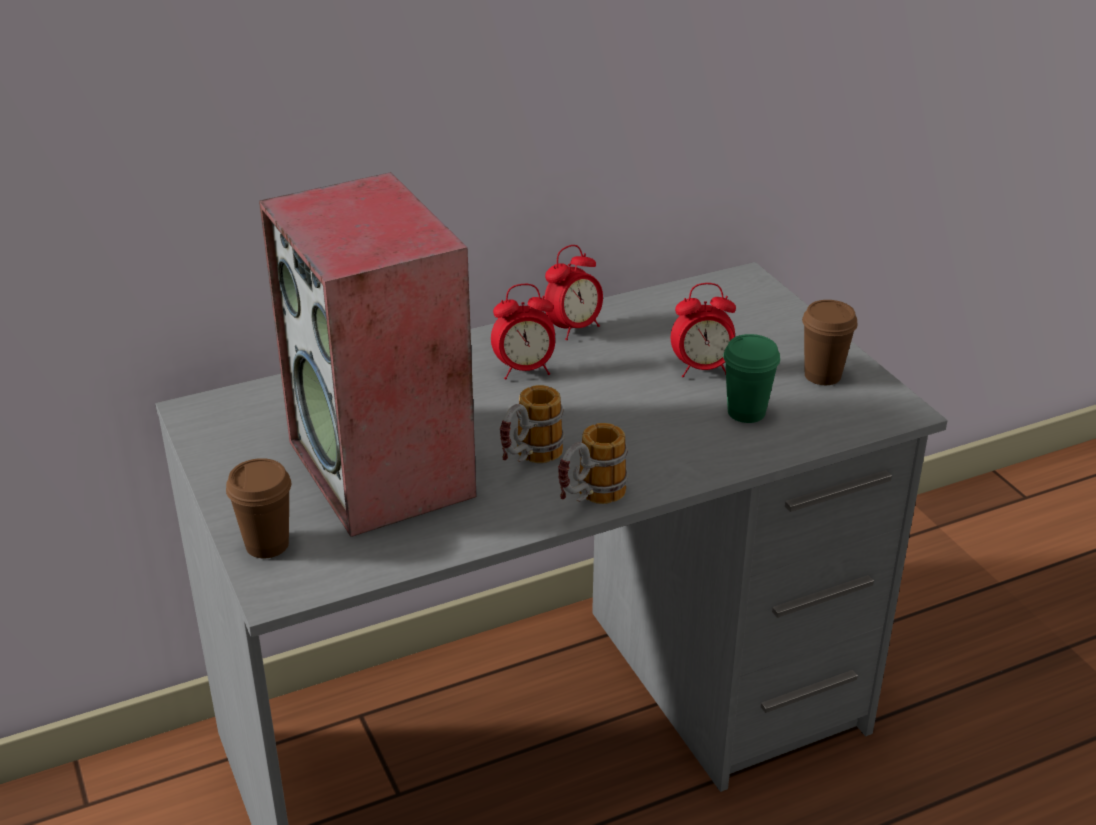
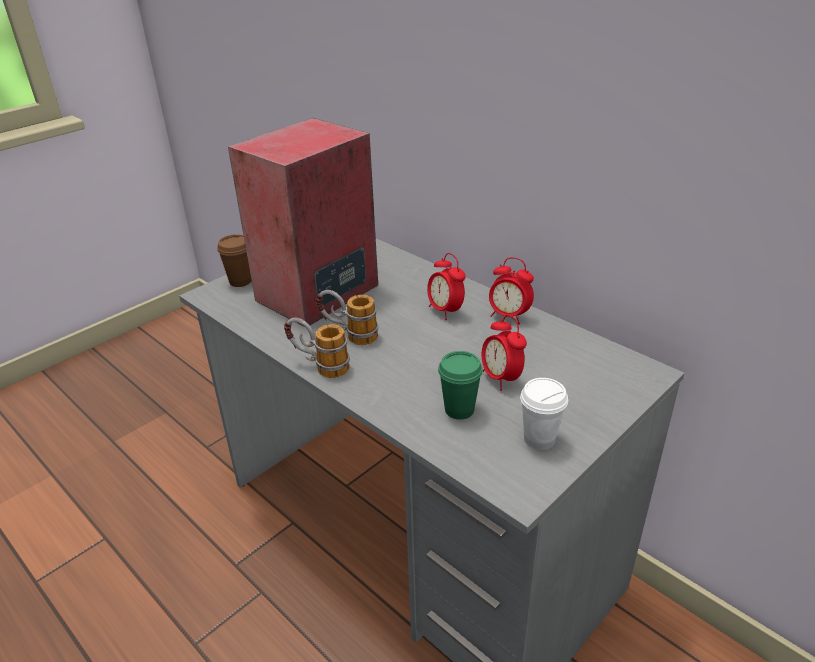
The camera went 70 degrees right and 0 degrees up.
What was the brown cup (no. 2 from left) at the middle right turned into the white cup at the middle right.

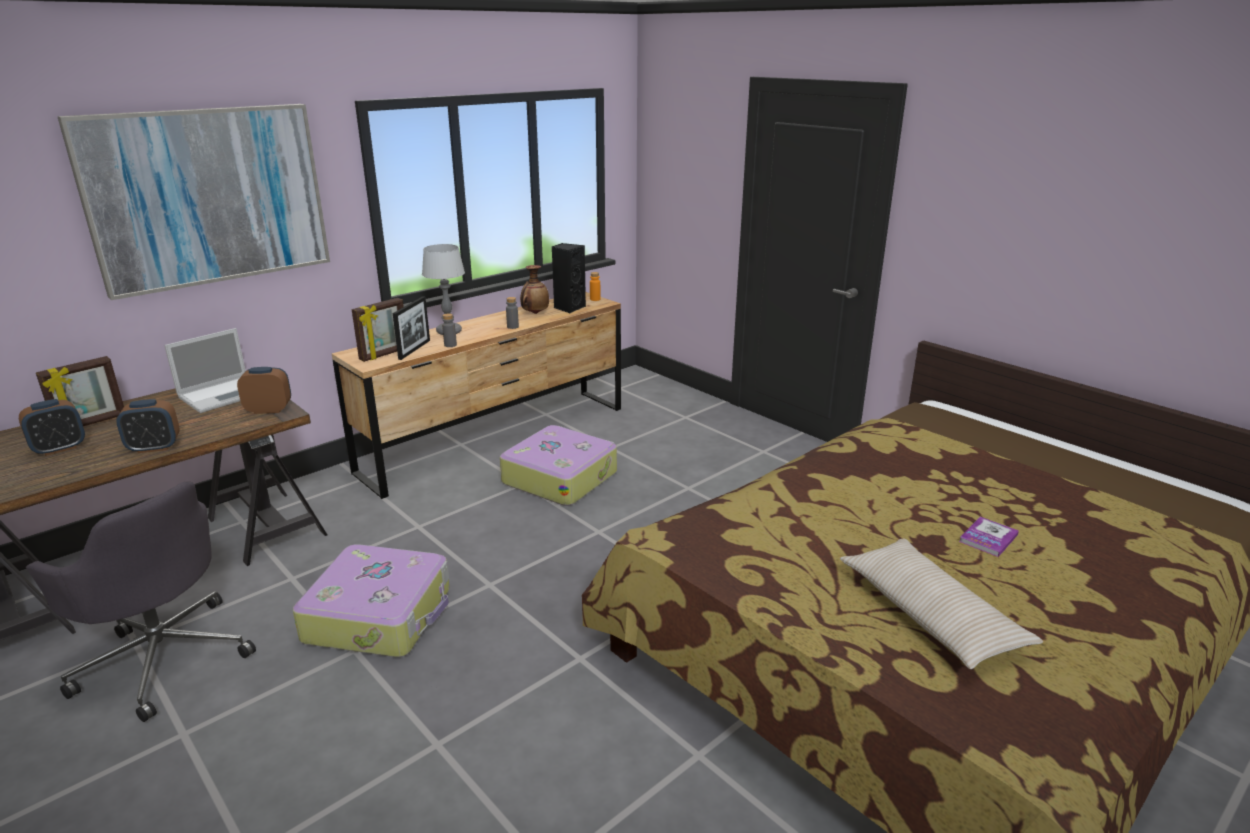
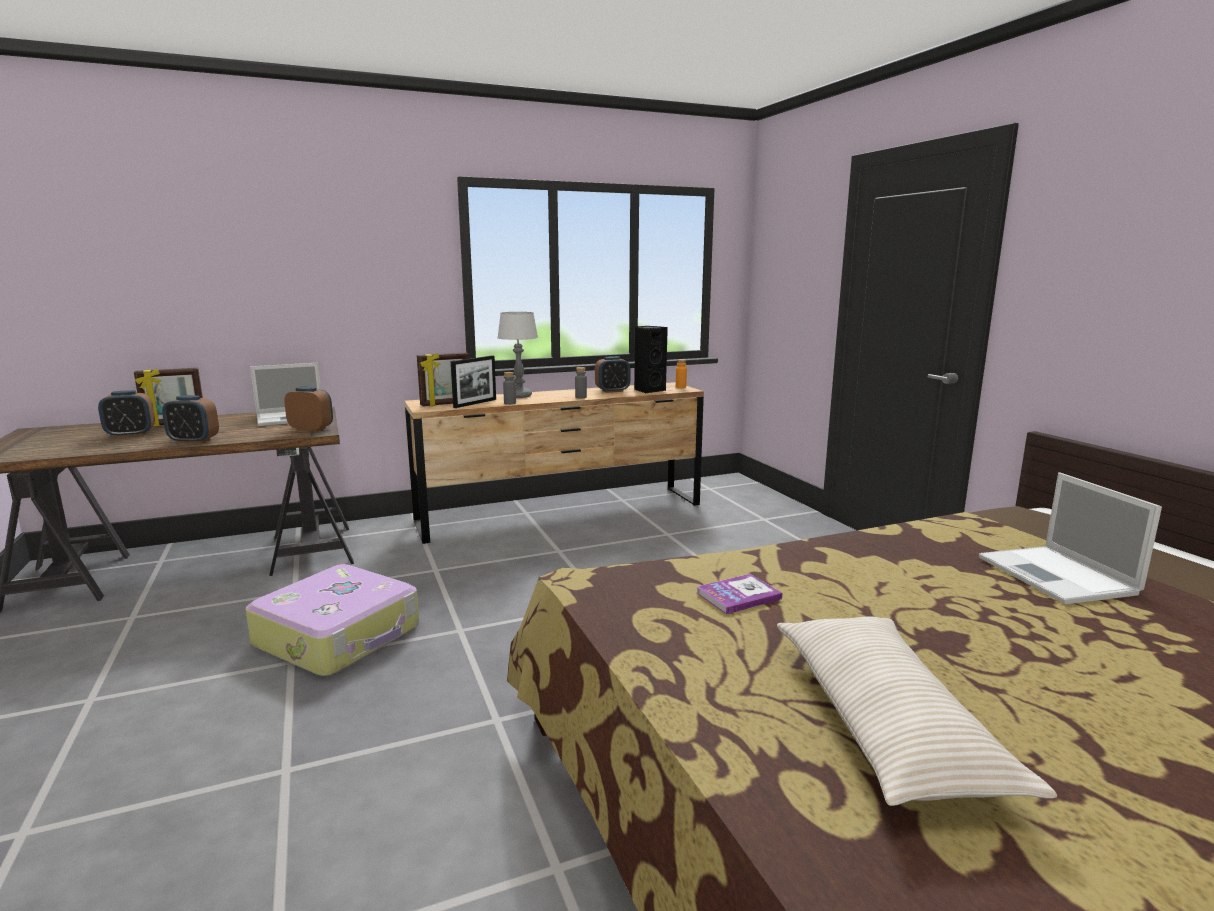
The camera went 20 degrees right and 10 degrees down.
The second view lost the grey office chair at the bottom left.
The second view lost the picture at the top left.
The second view lost the suitcase (no. 2 from left) at the centre.
Where the vase stood at the centre, the alarm clock (no. 4 from left) came to stand at the centre.
The book ended up elsewhere, having gone from the middle right to the centre.
The second view gained the laptop (no. 2 from left) at the middle right.

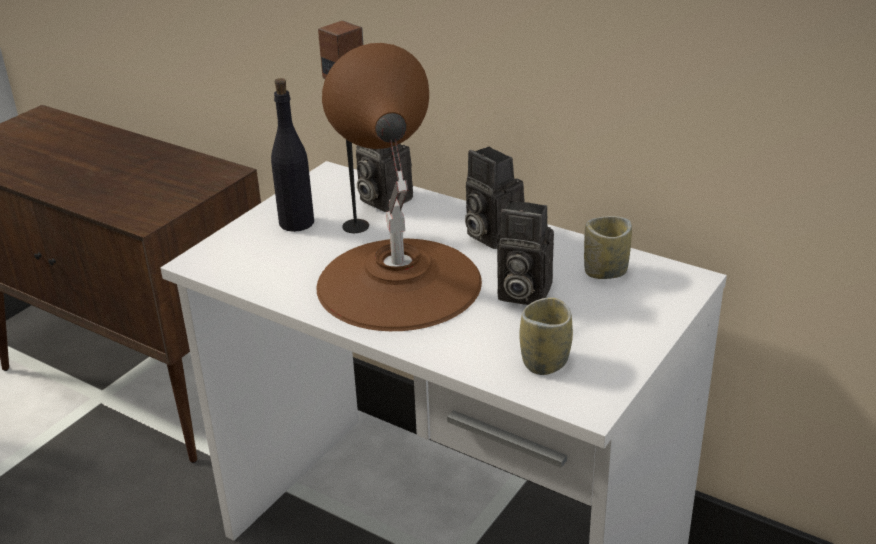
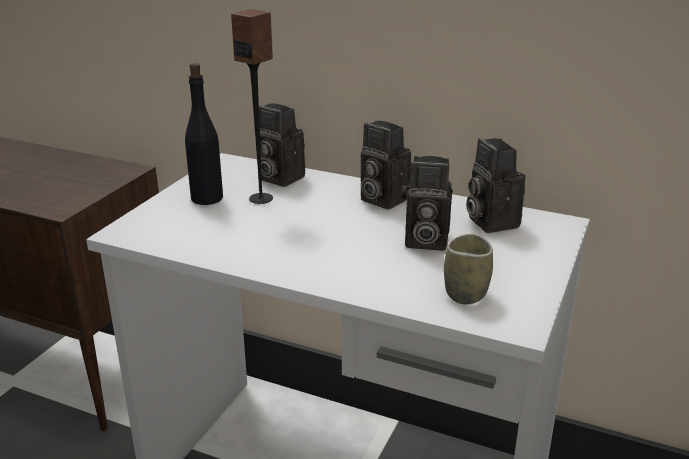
The camera went 10 degrees left and 5 degrees down.
The second view lost the brown table lamp at the centre.
Where the cup (no. 2 from left) stood at the middle right, the photo camera (no. 4 from left) came to stand at the middle right.

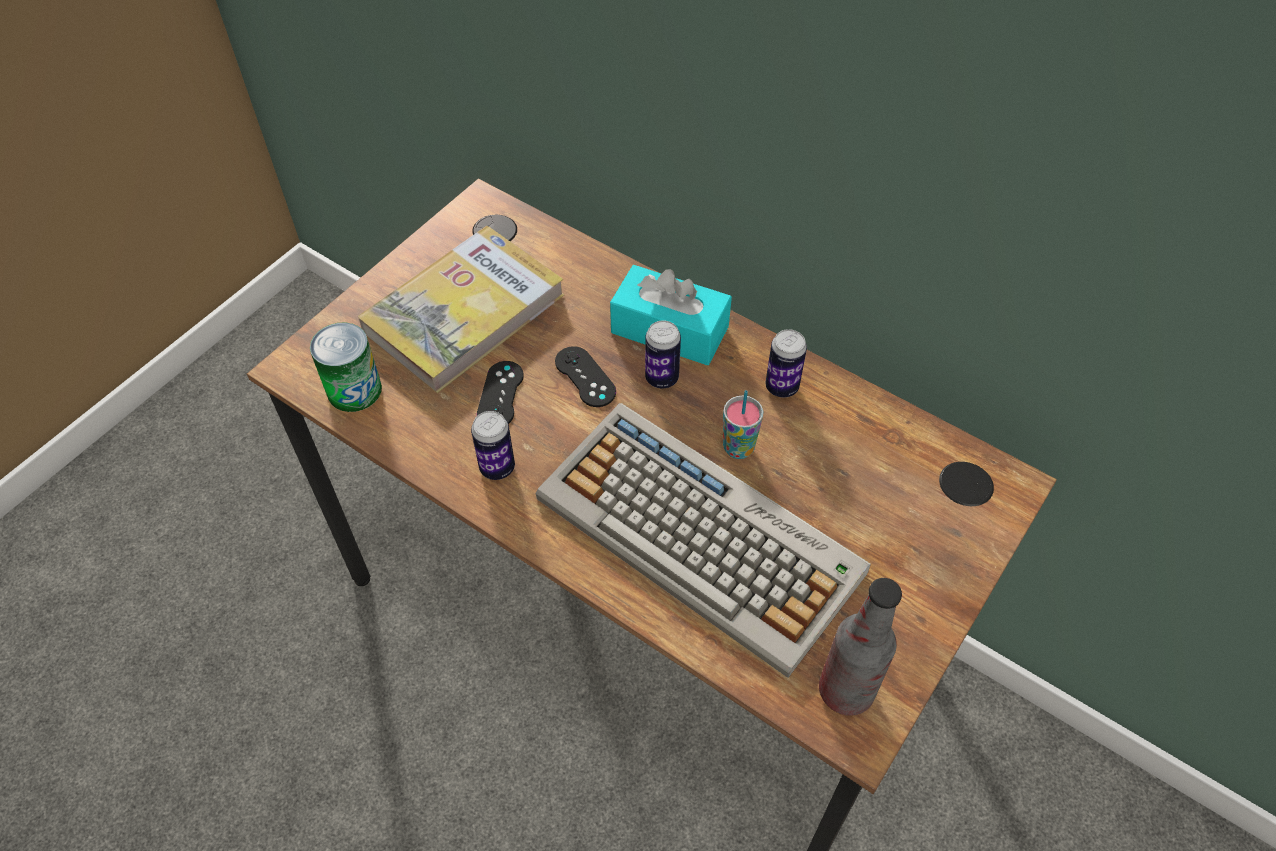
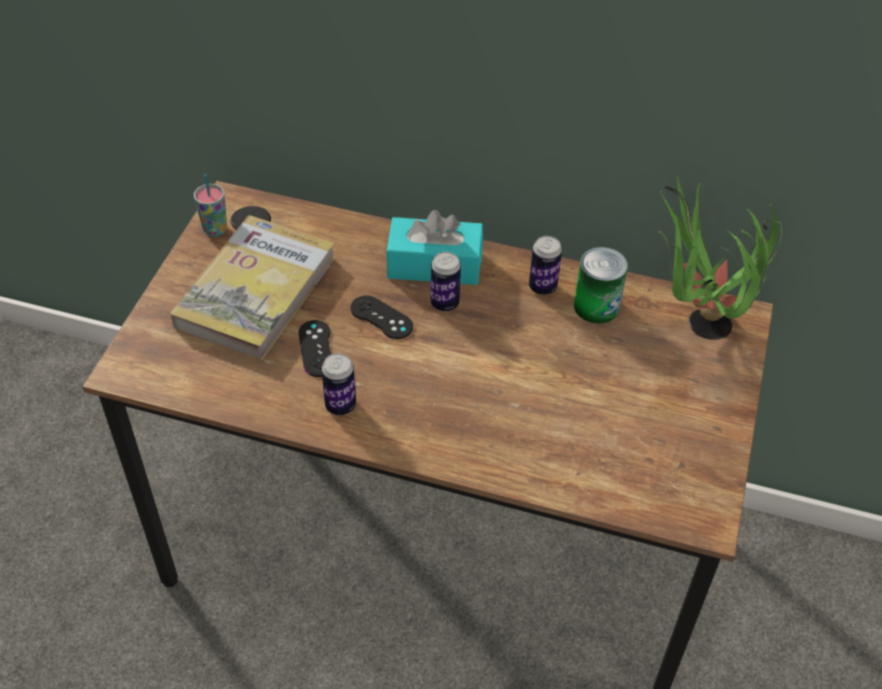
The camera went 20 degrees left and 5 degrees down.
The can (no. 1 from left in the first image) ended up elsewhere, having gone from the middle left to the middle right.
The second view lost the keyboard at the centre.
The cup ended up elsewhere, having gone from the centre to the top left.
The second view lost the bottle at the bottom right.
The second view gained the potted plant at the middle right.

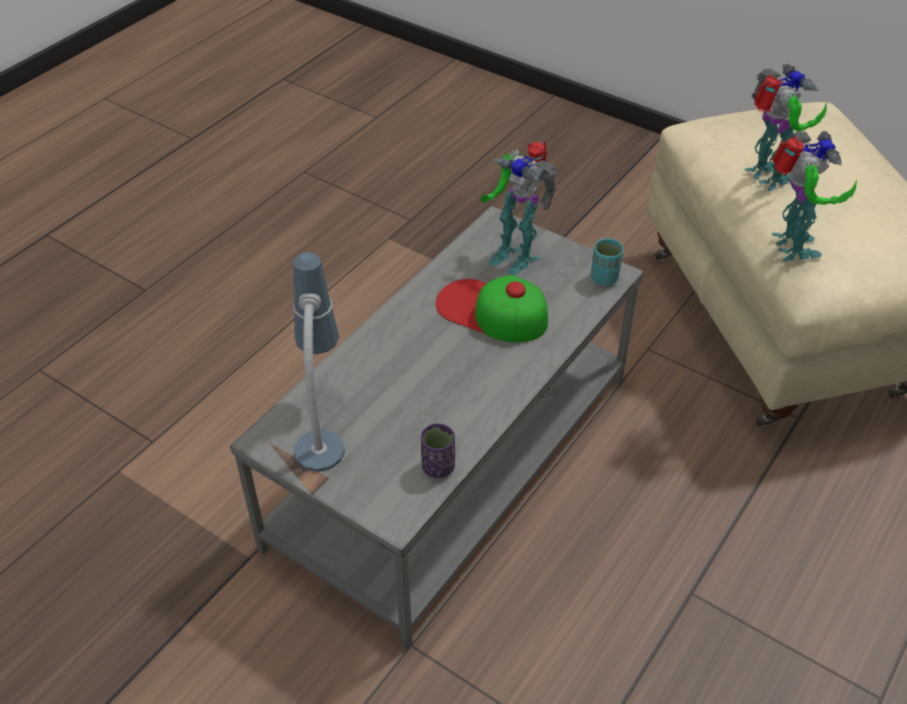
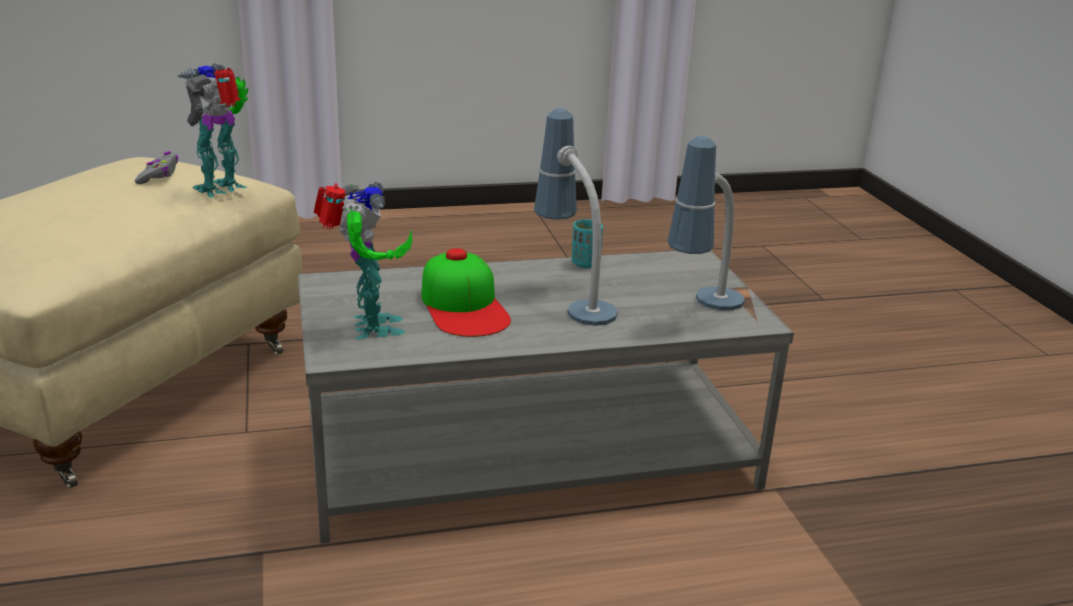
The camera went 140 degrees left and 20 degrees down.
The second view lost the purple cup at the centre.
The turquoise cup ended up elsewhere, having gone from the middle right to the centre.
The second view lost the toy robot (no. 2 from left) at the top right.
The second view gained the grey game controller at the top left.
The second view gained the table lamp (no. 1 from left) at the centre.

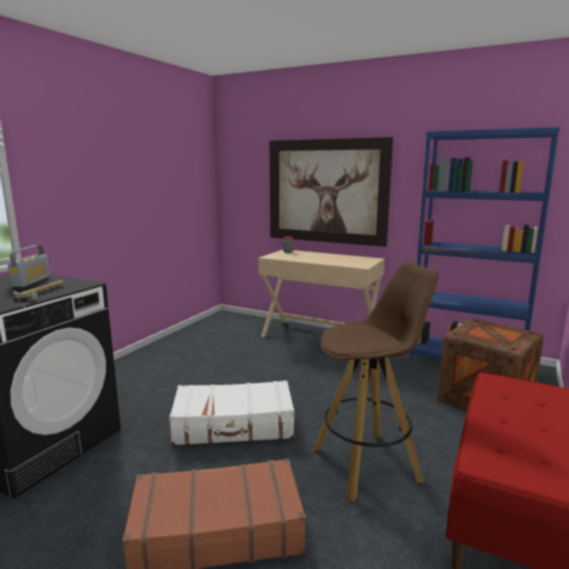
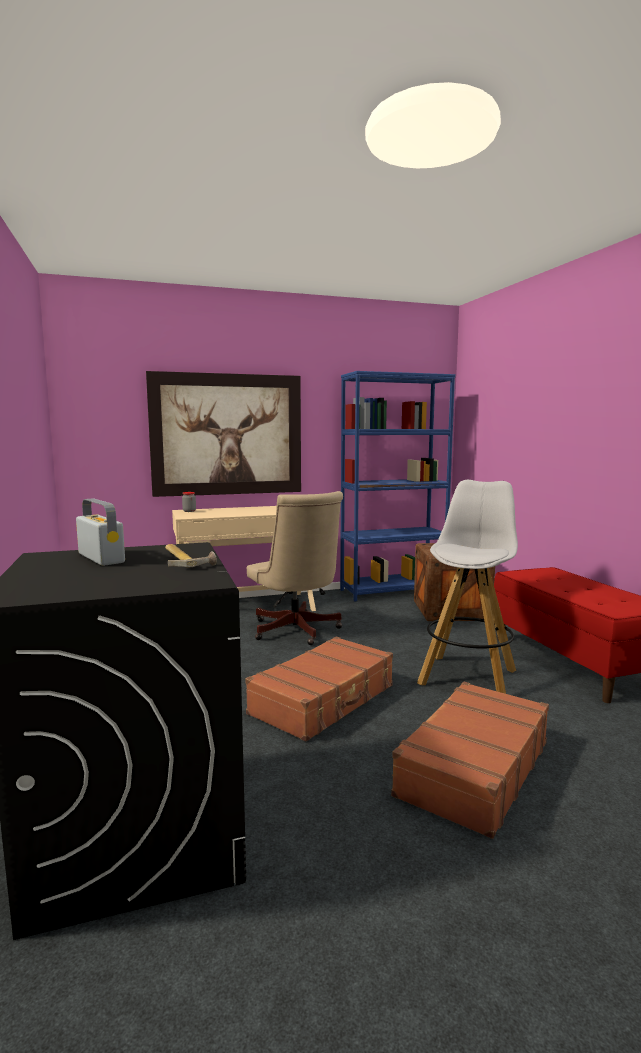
The camera went 45 degrees left and 5 degrees down.
What was the white suitcase at the bottom centre turned into the brown suitcase (no. 1 from left) at the centre.
What was the brown stool at the bottom centre turned into the white stool at the middle right.
The second view gained the beige office chair at the centre.

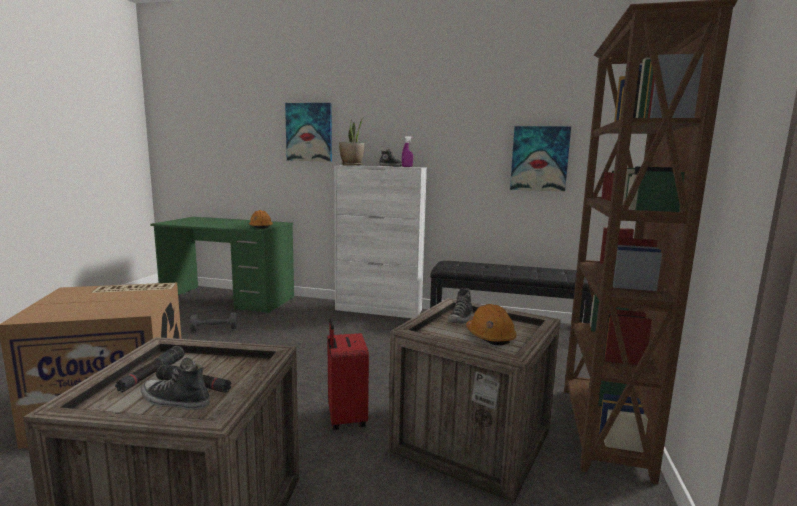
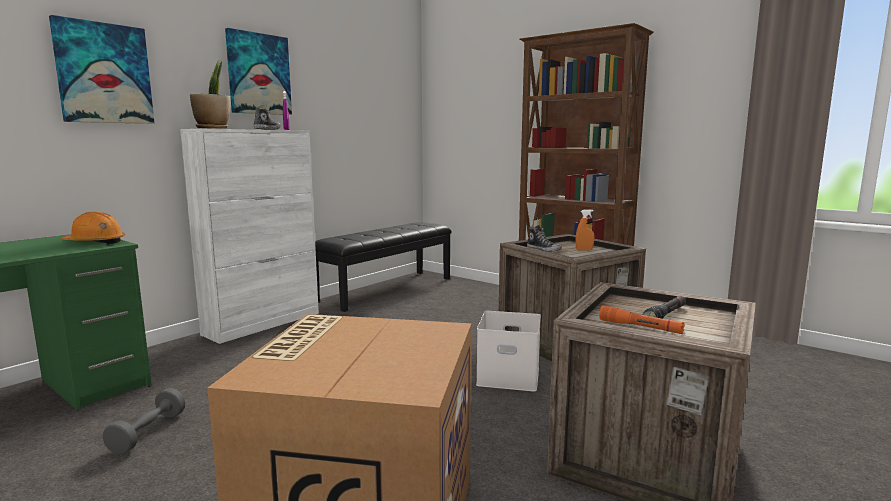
The camera went 65 degrees left and 0 degrees up.
What was the black flashlight (no. 1 from left) at the bottom left turned into the orange flashlight at the middle right.
The second view lost the shoe (no. 1 from left) at the bottom left.
Where the red suitcase stood at the bottom centre, the white storage box came to stand at the bottom centre.
Where the orange hard hat (no. 2 from left) stood at the centre, the orange spray bottle came to stand at the centre.
The picture (no. 2 from left) ended up elsewhere, having gone from the top right to the top left.

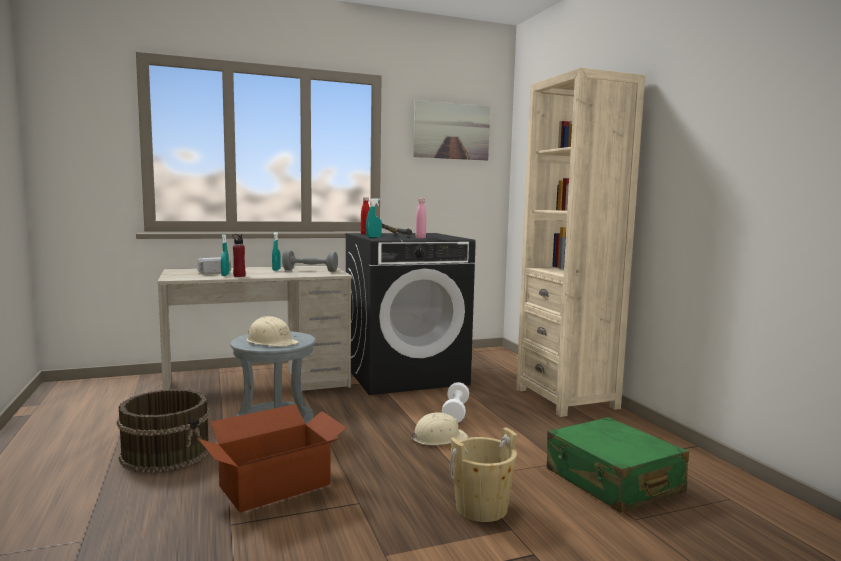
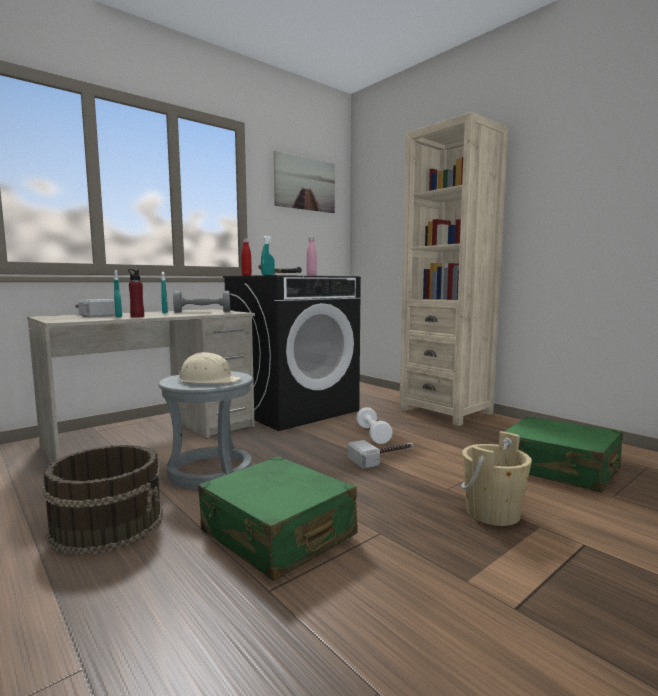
The camera went 20 degrees left and 0 degrees up.
Where the cardboard box stood at the bottom left, the green suitcase (no. 1 from left) came to stand at the bottom centre.
Where the beige hard hat (no. 2 from left) stood at the bottom centre, the hammer (no. 3 from left) came to stand at the centre.

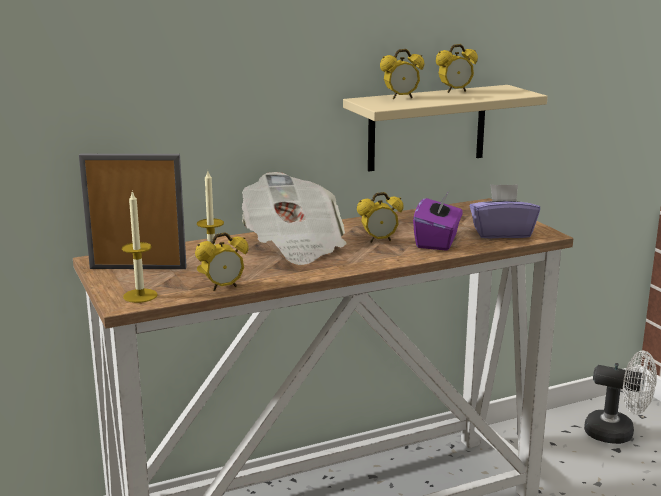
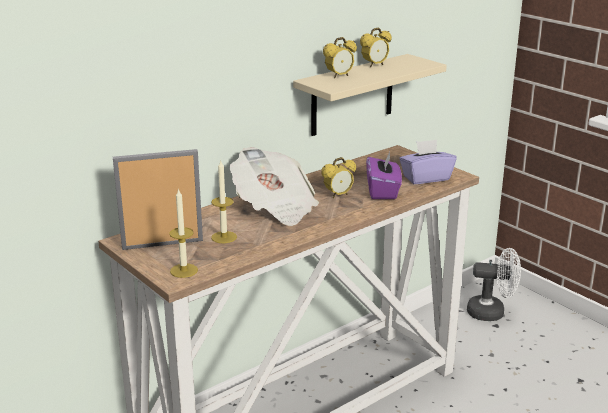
The camera went 15 degrees left and 5 degrees up.
The second view lost the alarm clock (no. 1 from left) at the centre.

